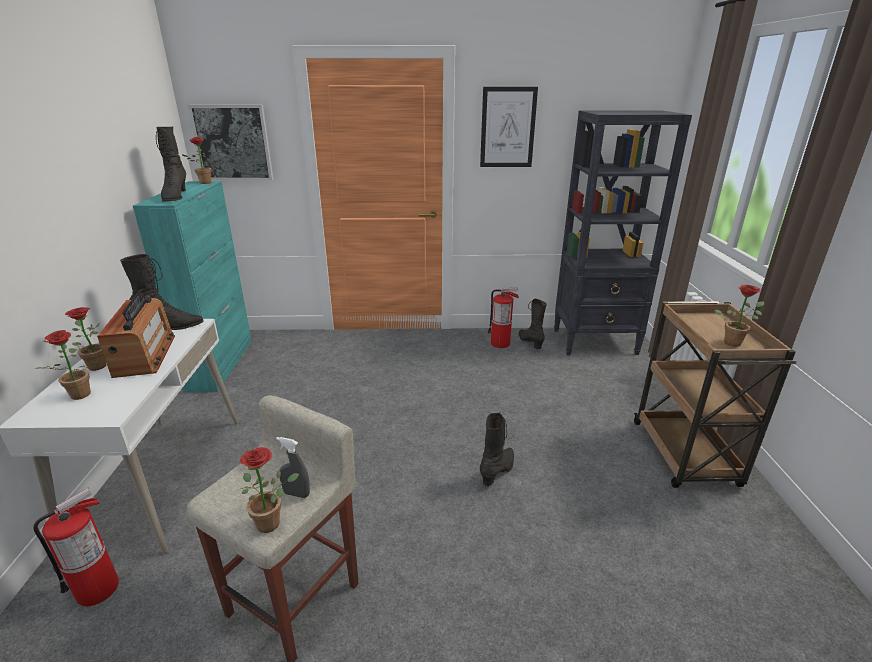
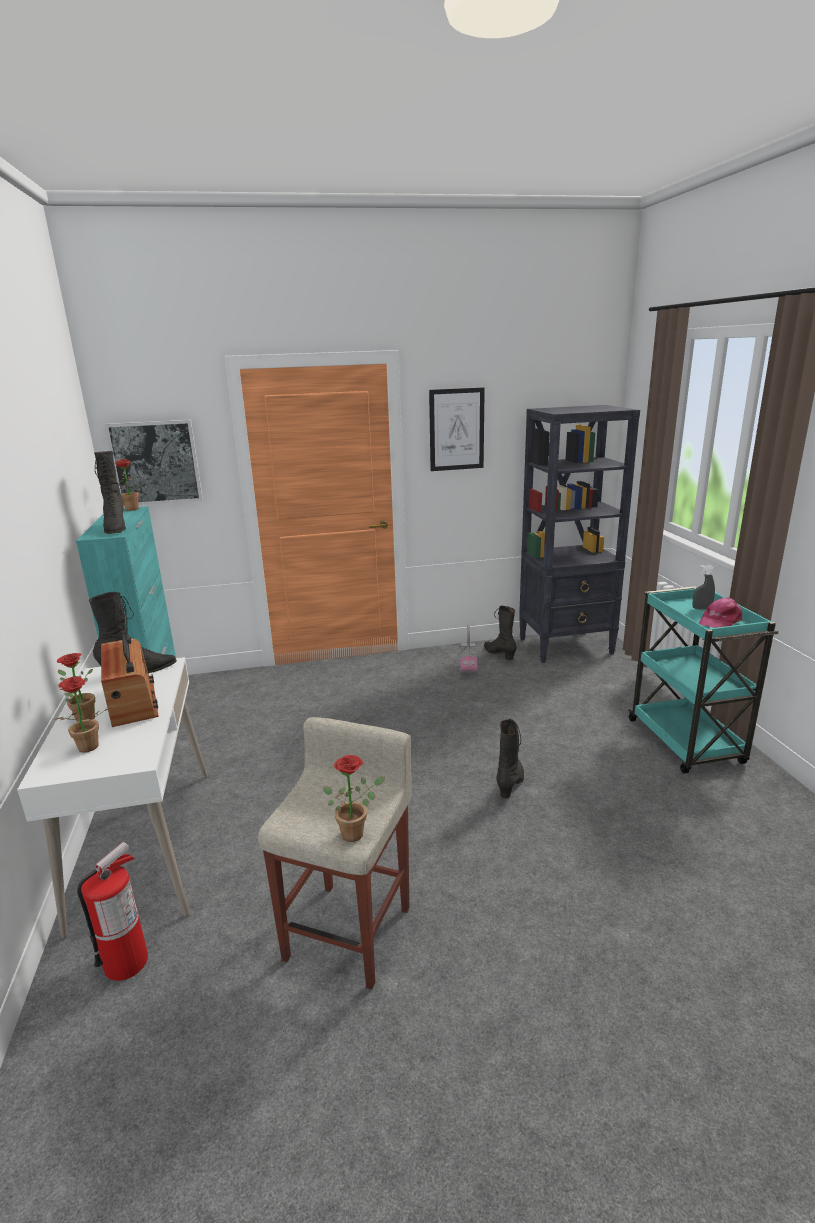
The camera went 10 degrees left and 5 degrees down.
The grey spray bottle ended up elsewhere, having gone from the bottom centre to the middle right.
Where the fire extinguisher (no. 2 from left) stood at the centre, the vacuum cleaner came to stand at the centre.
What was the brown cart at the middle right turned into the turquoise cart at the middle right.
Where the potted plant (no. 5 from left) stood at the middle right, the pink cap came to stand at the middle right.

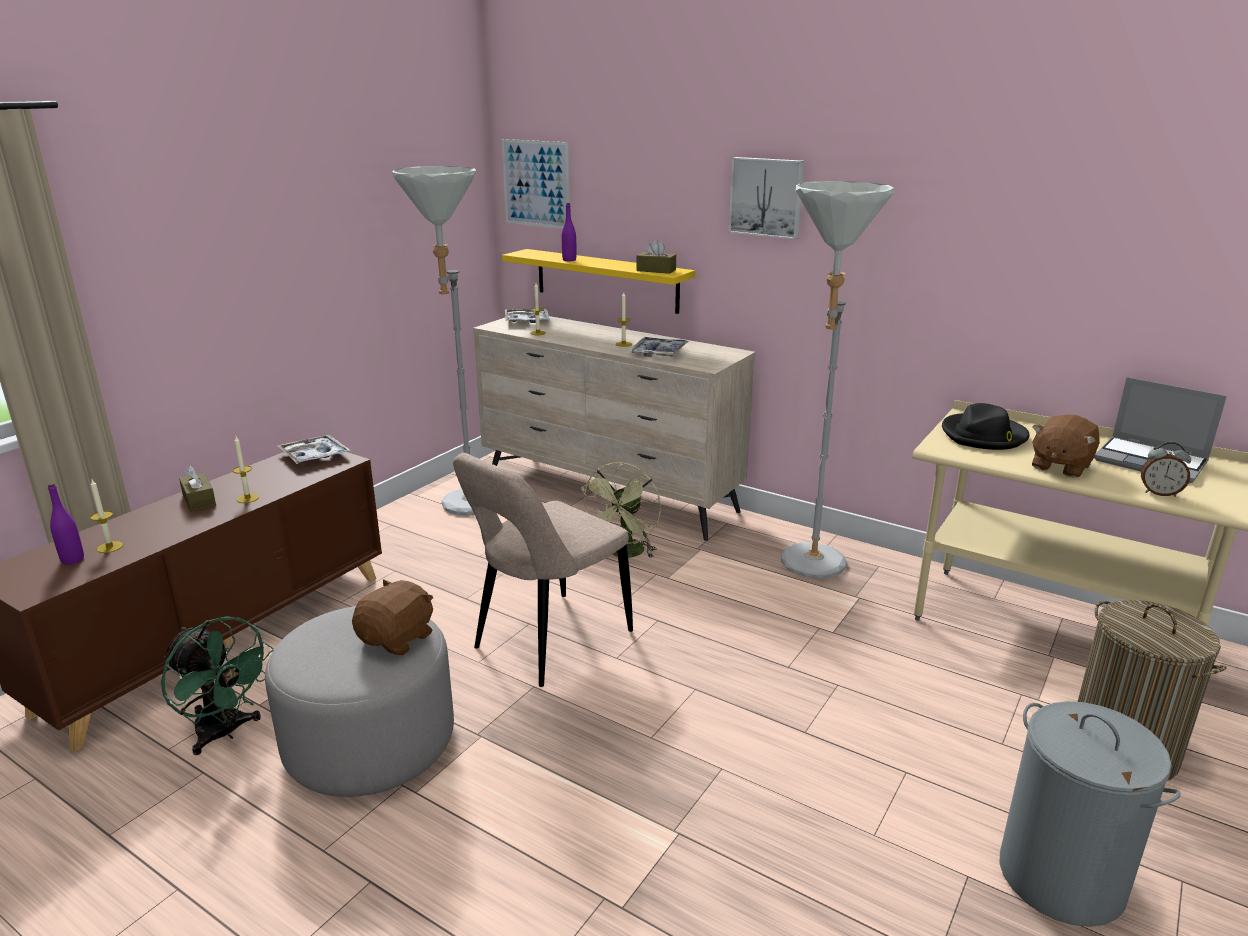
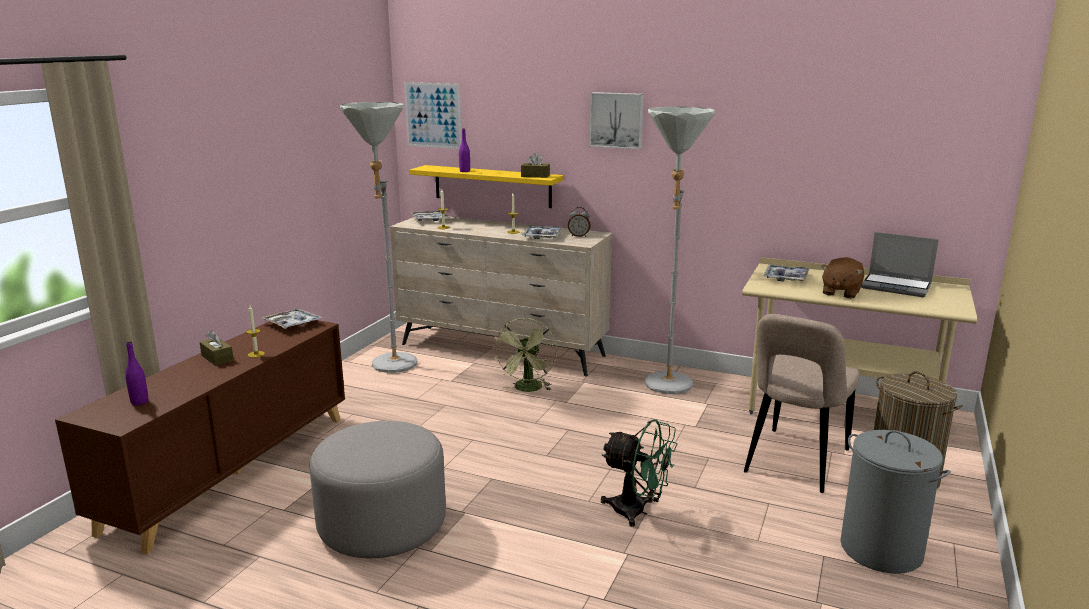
The camera went 10 degrees left and 5 degrees down.
The second view lost the candle (no. 1 from left) at the middle left.
The green fan (no. 1 from left in the first image) ended up elsewhere, having gone from the bottom left to the bottom centre.
The second view lost the brown plush toy (no. 1 from left) at the middle left.
The beige chair ended up elsewhere, having gone from the centre to the middle right.
Where the black hat stood at the middle right, the tray (no. 4 from left) came to stand at the middle right.
The alarm clock ended up elsewhere, having gone from the middle right to the centre.

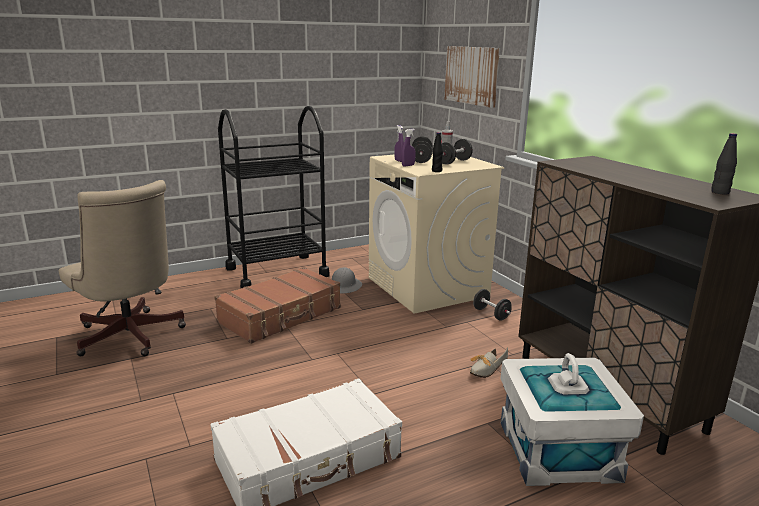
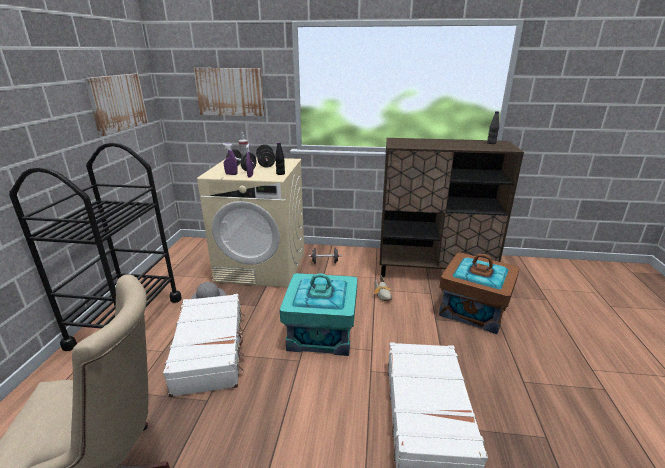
The camera went 55 degrees left and 5 degrees up.
What was the brown suitcase at the centre turned into the white suitcase (no. 1 from left) at the bottom left.
What was the white storage box at the bottom right turned into the brown storage box at the middle right.
The second view gained the picture (no. 1 from left) at the top left.
The second view gained the turquoise storage box at the bottom centre.

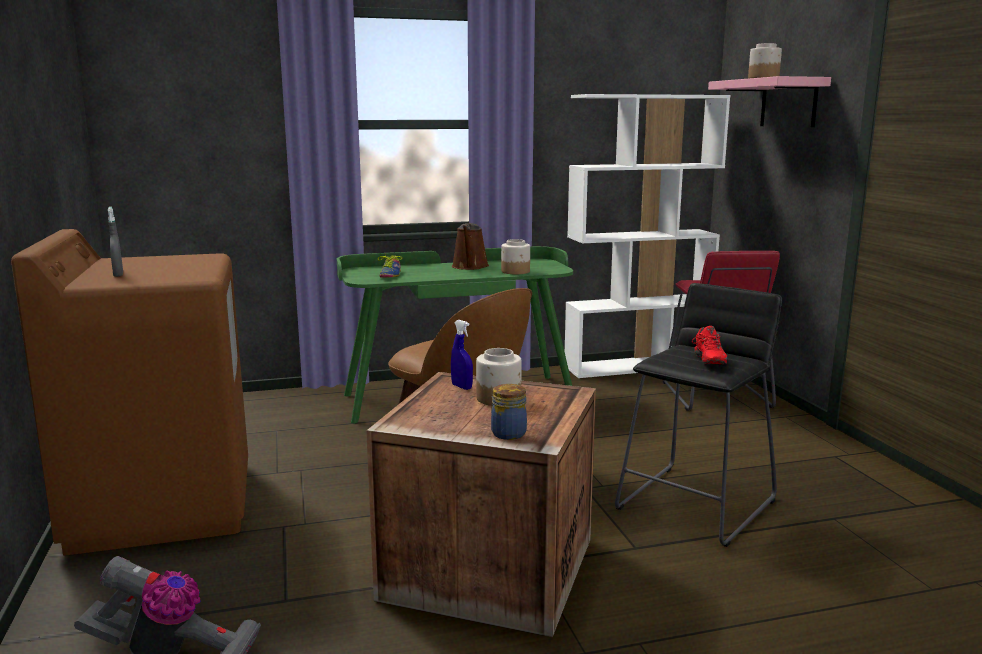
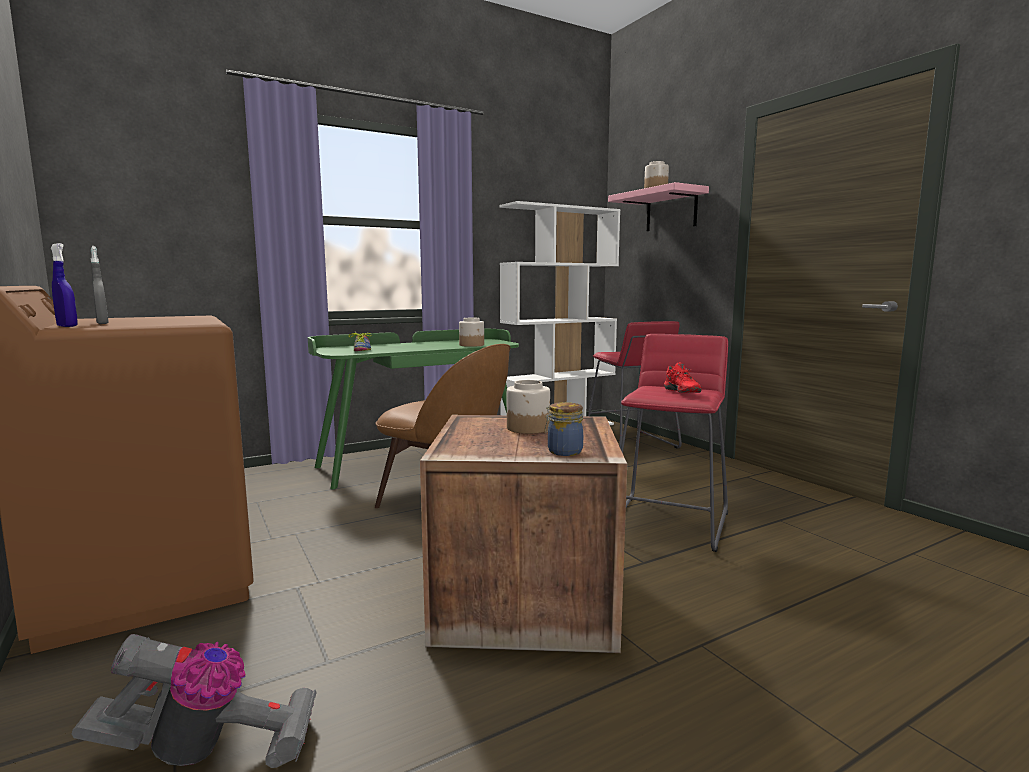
The camera went 15 degrees left and 5 degrees down.
The blue spray bottle ended up elsewhere, having gone from the centre to the middle left.
The second view lost the brown watering can at the centre.
What was the black stool at the middle right turned into the red stool (no. 2 from left) at the centre.

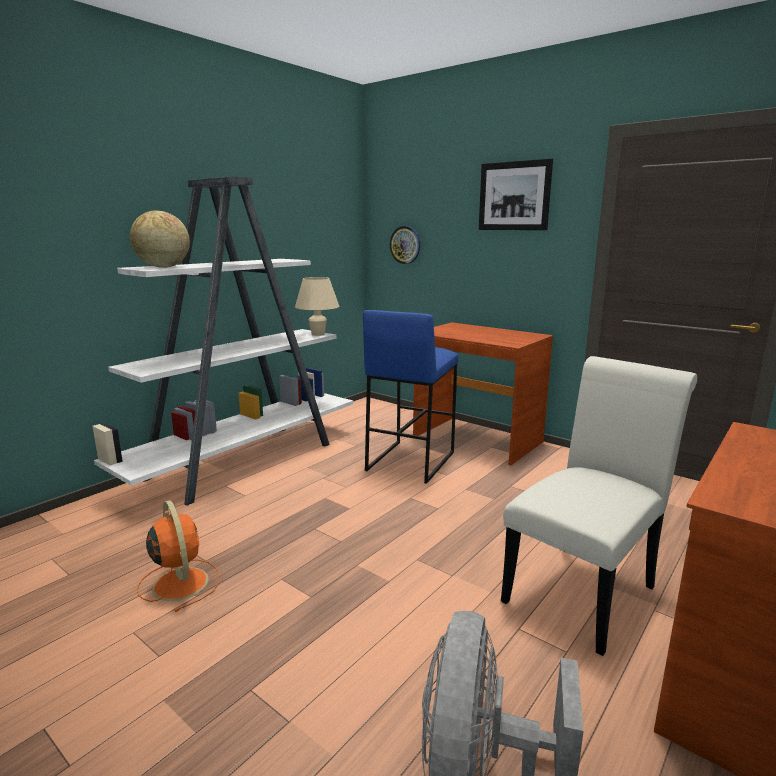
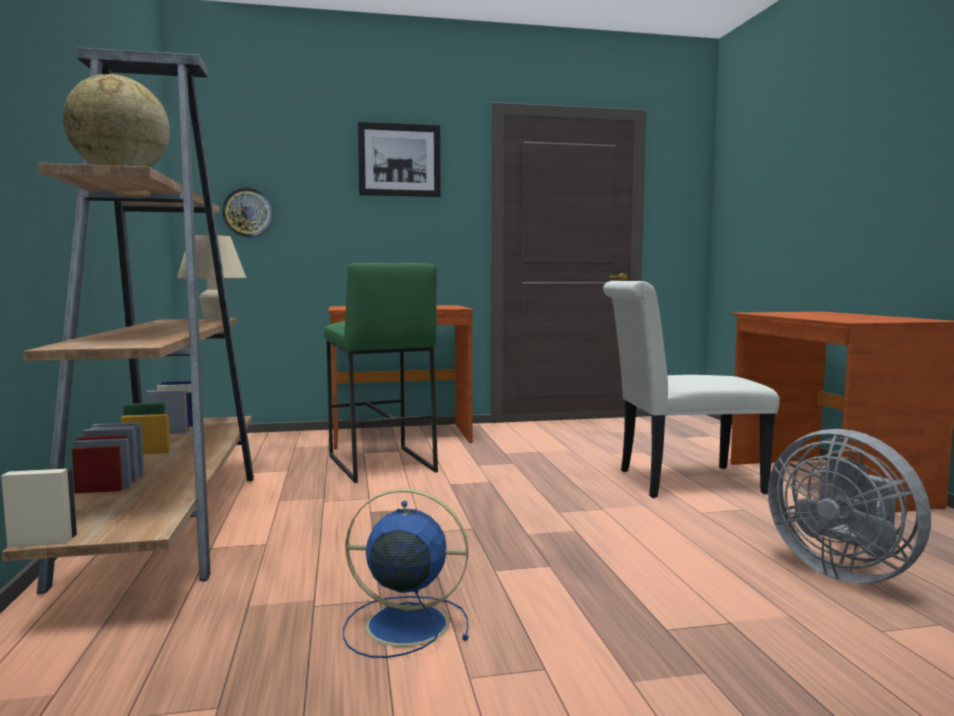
The camera went 50 degrees left and 10 degrees down.
What was the white bookcase at the middle left turned into the brown bookcase at the middle left.
What was the orange fan at the bottom left turned into the blue fan at the bottom centre.
What was the blue stool at the centre turned into the green stool at the centre.
The white chair at the middle right ended up facing another way, 90 degrees counterclockwise from before.

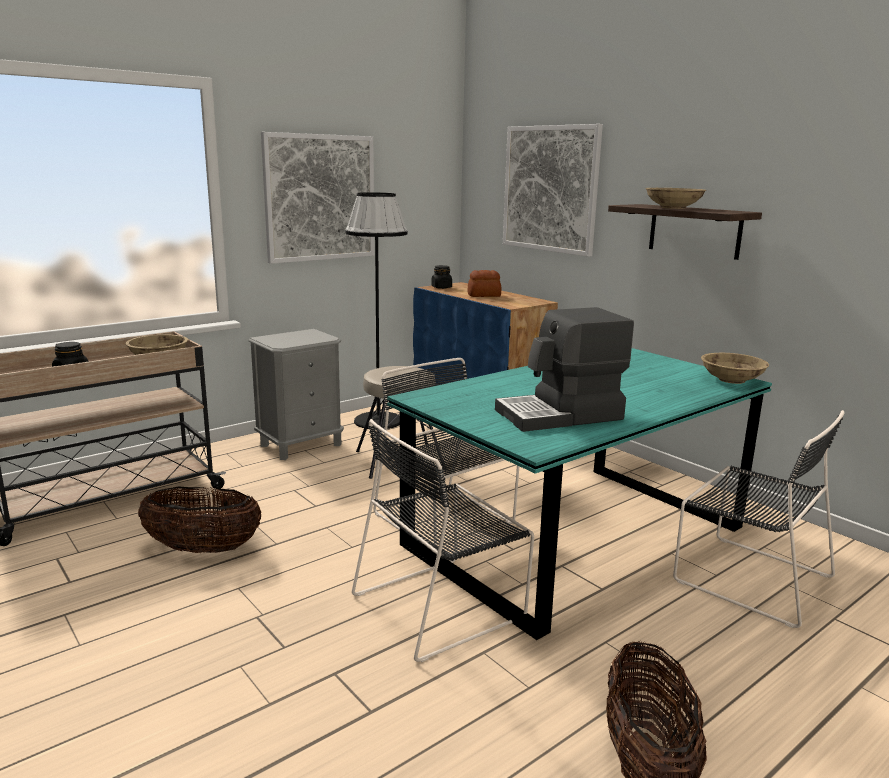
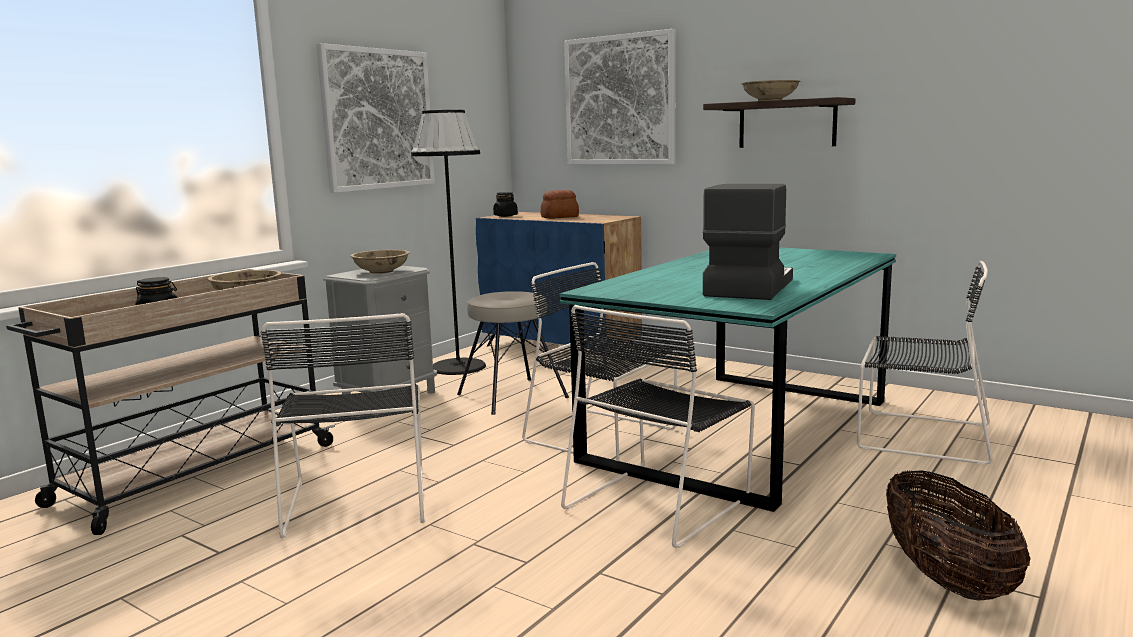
The camera went 15 degrees left and 5 degrees down.
Where the basket (no. 1 from left) stood at the bottom left, the black chair (no. 1 from left) came to stand at the bottom left.
The coffee machine at the centre ended up facing another way, 150 degrees clockwise from before.
The beige bowl (no. 3 from left in the first image) ended up elsewhere, having gone from the middle right to the centre.

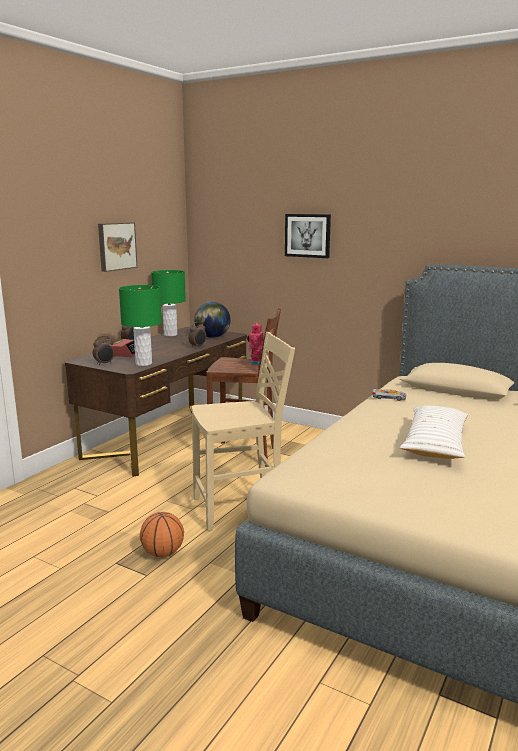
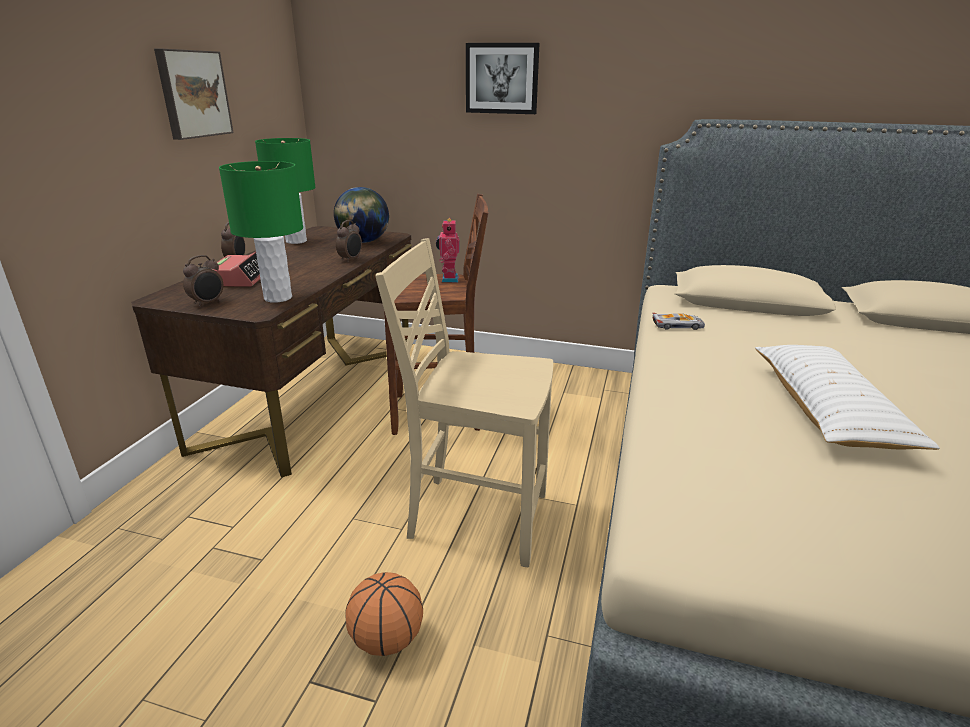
The camera went 15 degrees left and 10 degrees up.
The beige chair at the centre ended up facing another way, 135 degrees counterclockwise from before.

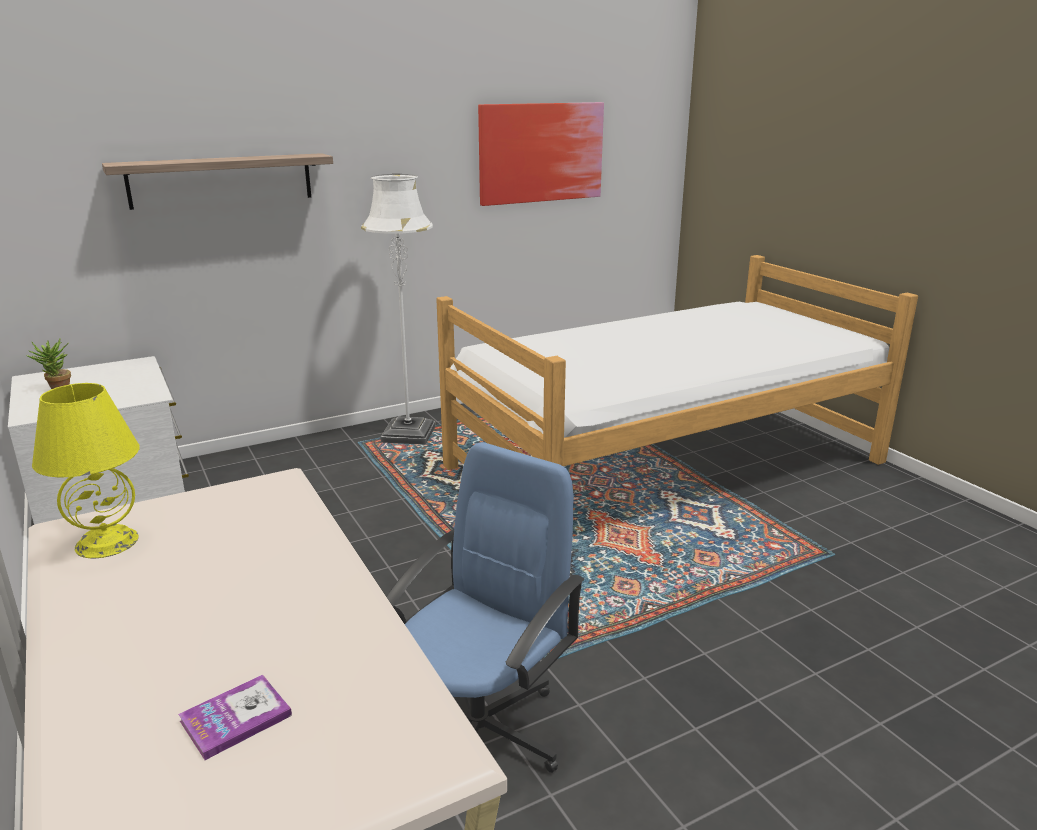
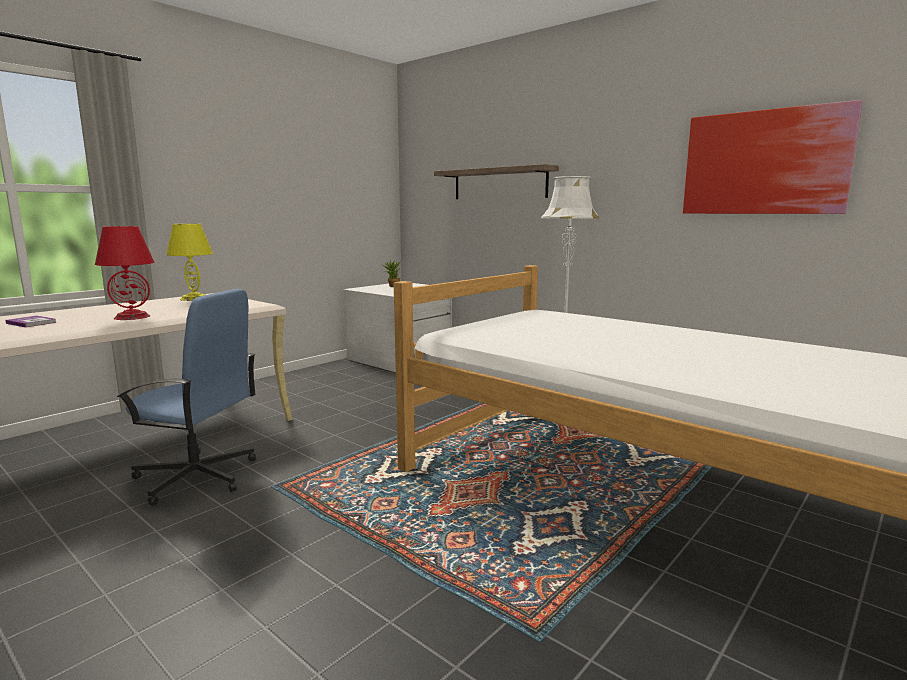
The camera went 70 degrees right and 10 degrees down.
The second view gained the red table lamp at the middle left.

